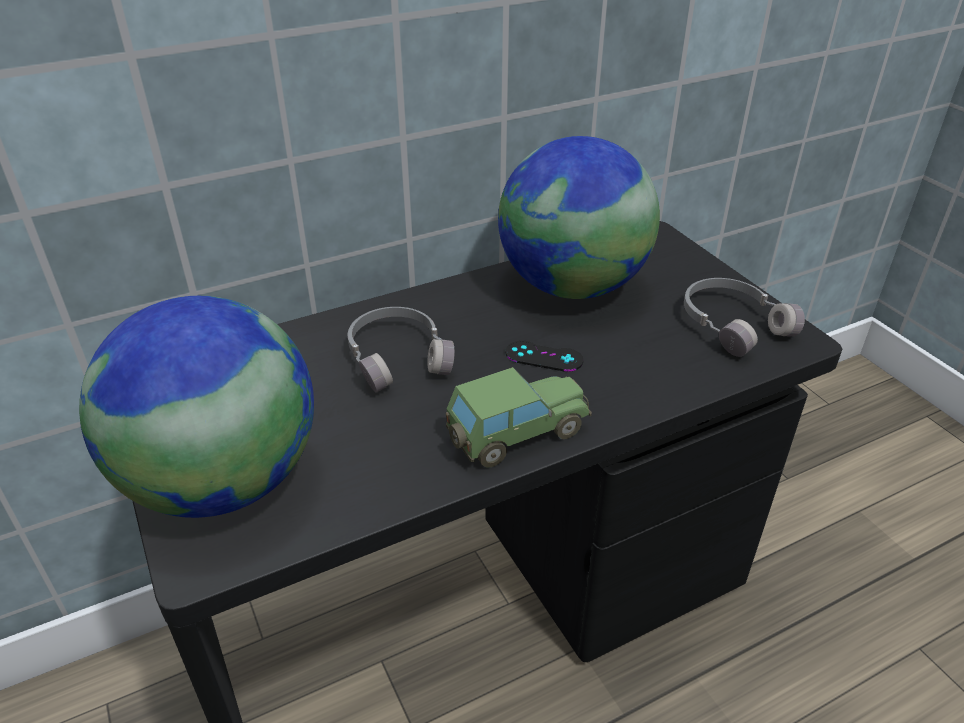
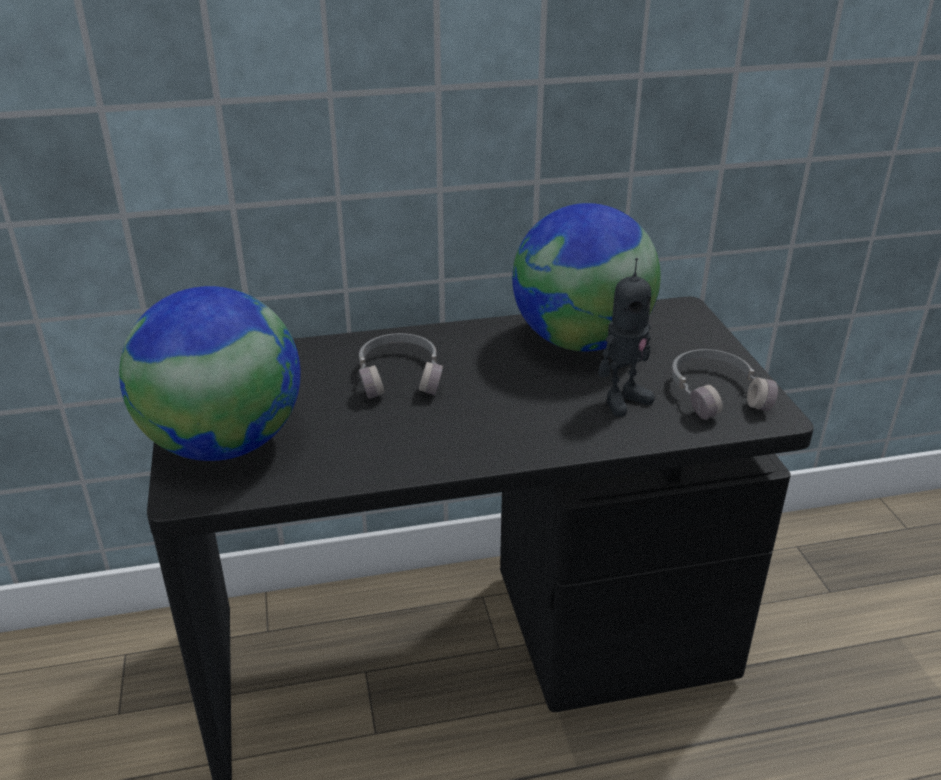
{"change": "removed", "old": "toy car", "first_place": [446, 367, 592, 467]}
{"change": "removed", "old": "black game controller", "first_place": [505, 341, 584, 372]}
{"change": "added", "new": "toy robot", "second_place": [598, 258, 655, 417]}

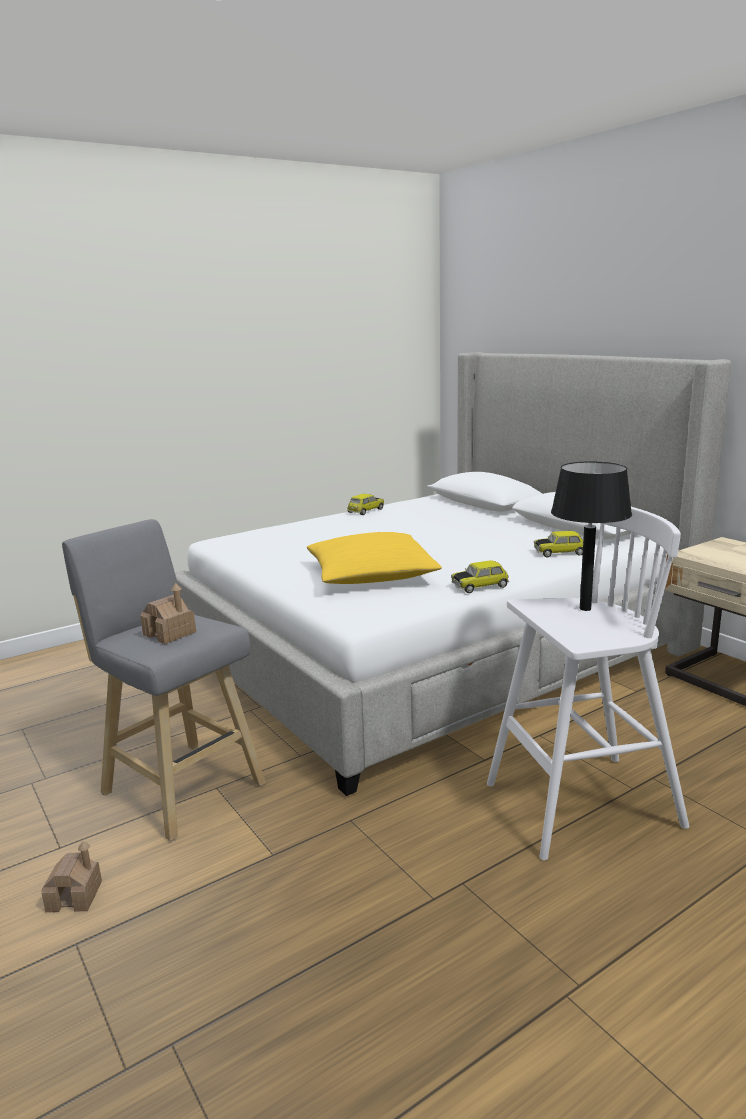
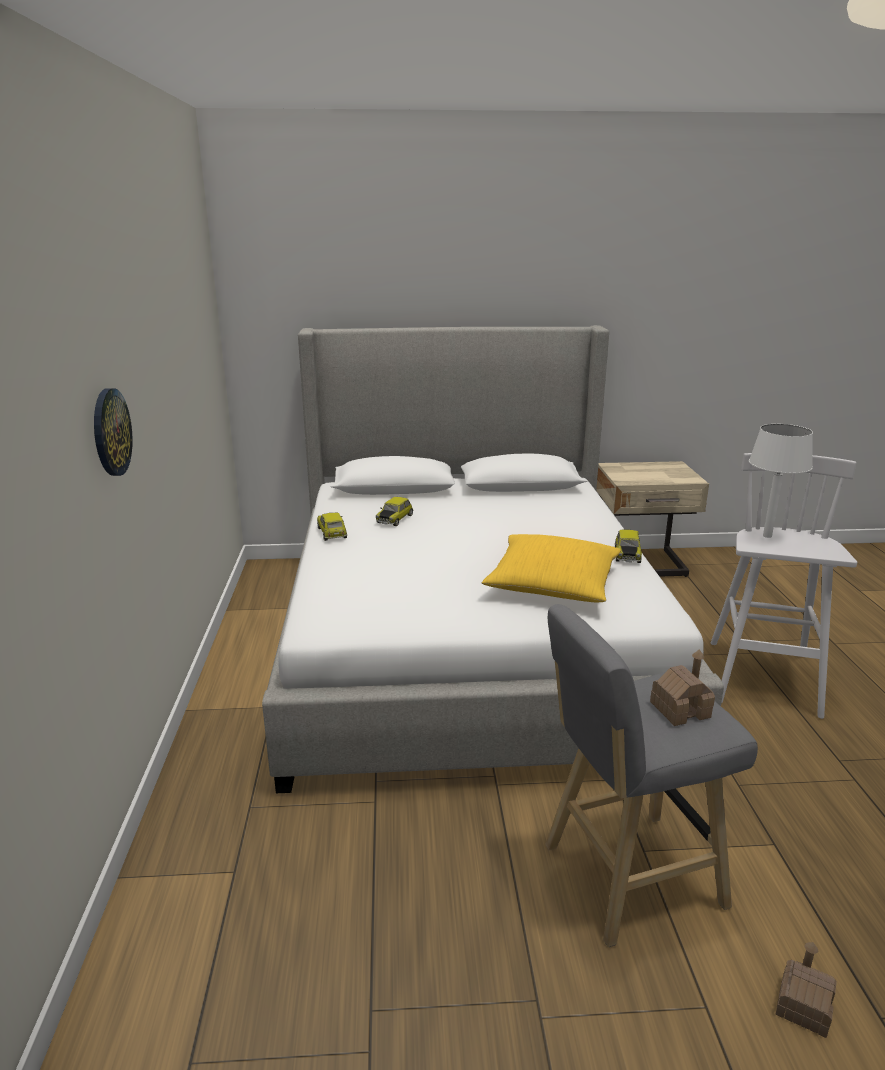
{"change": "moved", "old": "toy car", "first_place": [534, 531, 583, 557], "second_place": [376, 497, 414, 526]}
{"change": "recoloured", "old": "black table lamp", "new": "white table lamp", "first_place": [551, 462, 632, 611], "second_place": [749, 424, 813, 538]}
{"change": "added", "new": "wall clock", "second_place": [94, 388, 133, 476]}

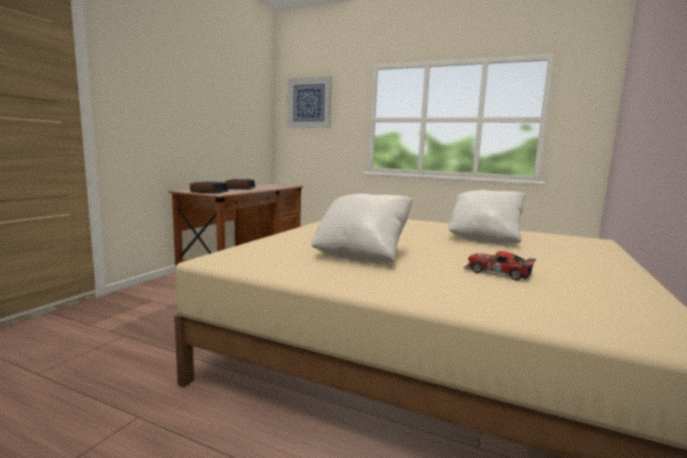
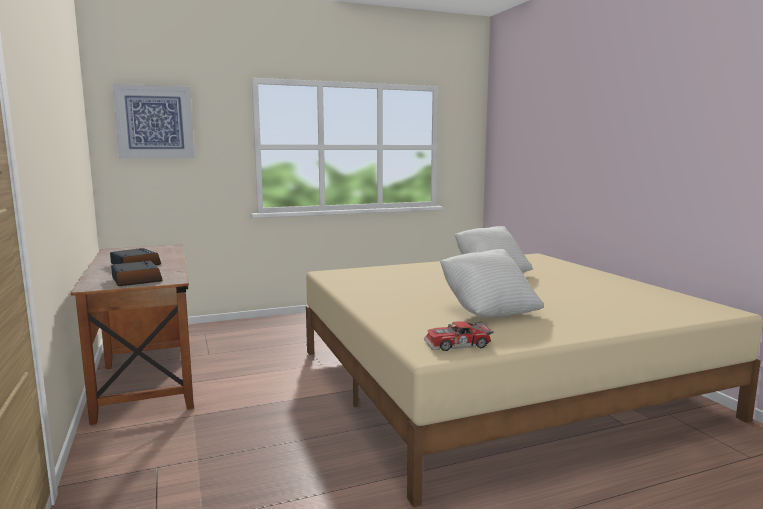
{"change": "moved", "old": "toy car", "first_place": [463, 251, 536, 280], "second_place": [423, 321, 494, 351]}

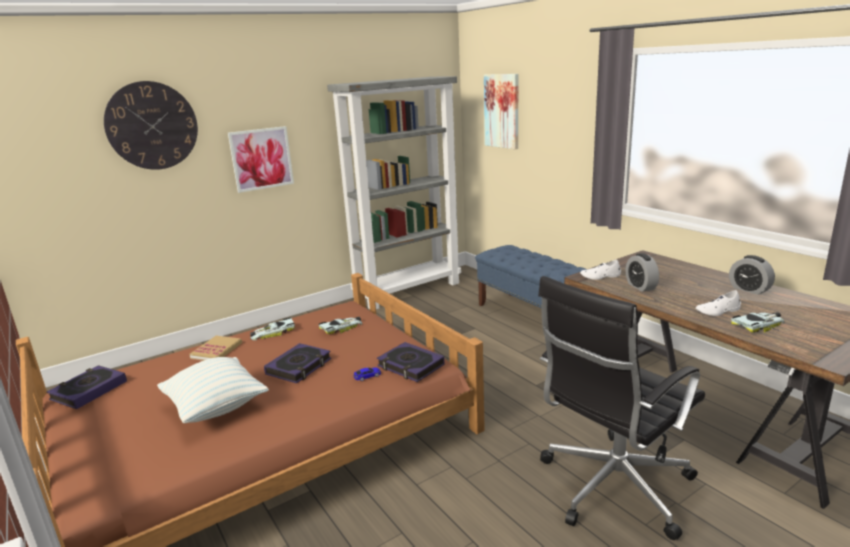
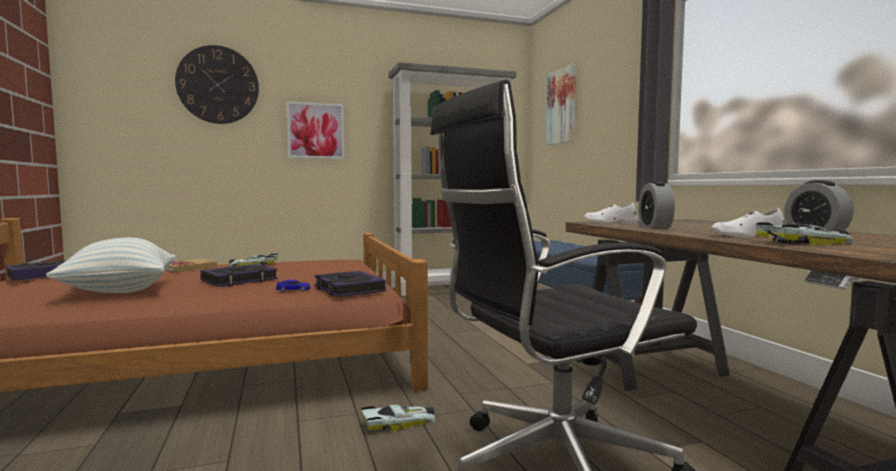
{"change": "moved", "old": "toy car", "first_place": [319, 317, 362, 334], "second_place": [361, 405, 435, 432]}

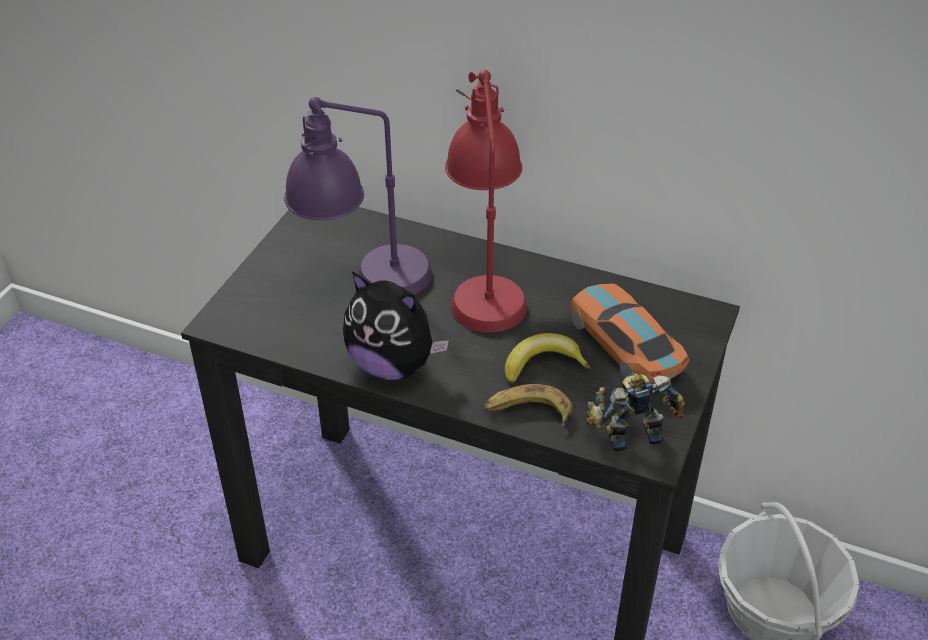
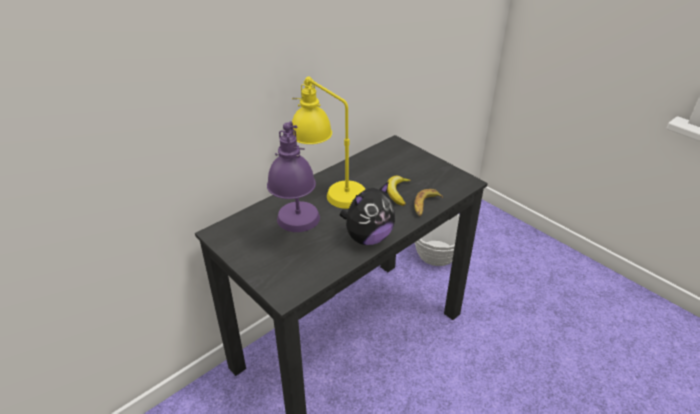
{"change": "recoloured", "old": "red table lamp", "new": "yellow table lamp", "first_place": [445, 70, 527, 333], "second_place": [292, 77, 365, 209]}
{"change": "removed", "old": "toy car", "first_place": [571, 284, 689, 385]}
{"change": "removed", "old": "toy robot", "first_place": [586, 373, 685, 451]}

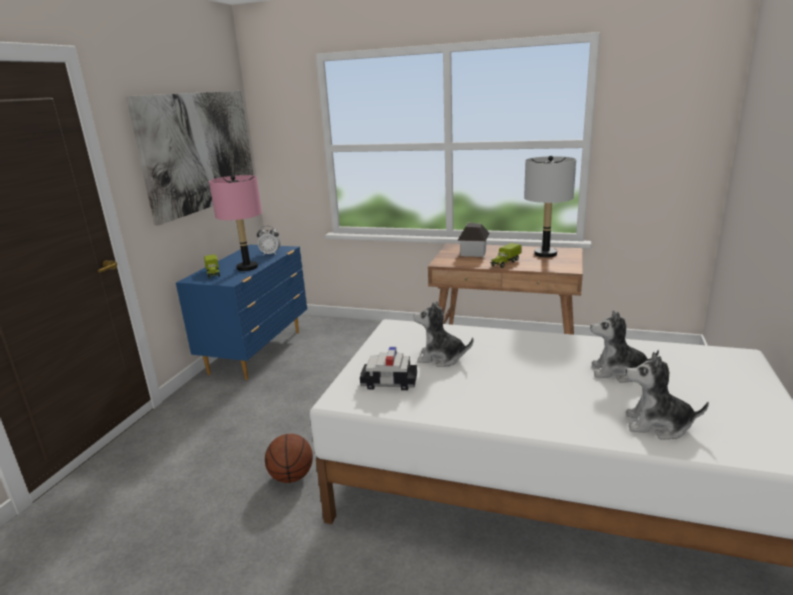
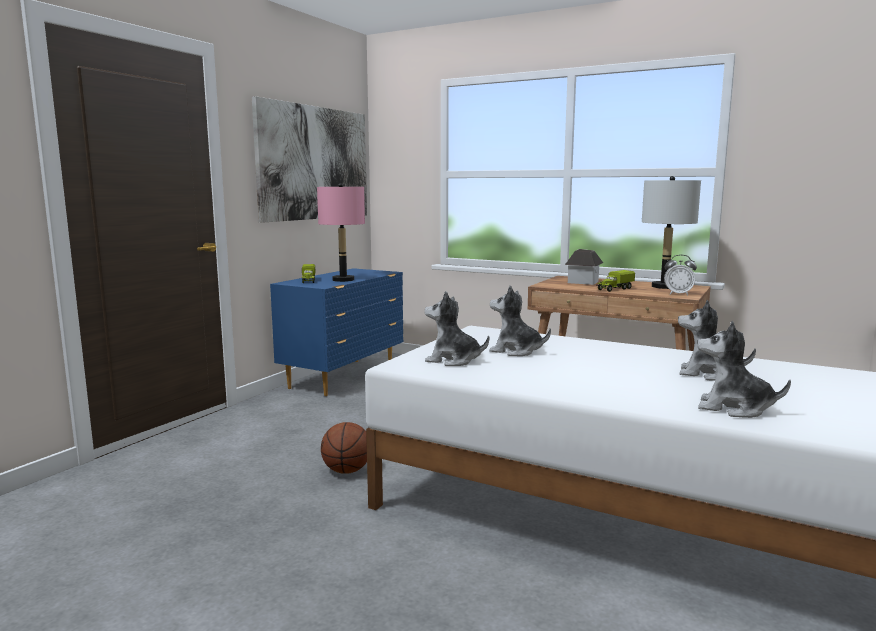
{"change": "moved", "old": "alarm clock", "first_place": [257, 226, 281, 255], "second_place": [664, 255, 697, 296]}
{"change": "replaced", "old": "toy car", "new": "plush toy", "first_place": [360, 347, 417, 390], "second_place": [424, 291, 489, 366]}

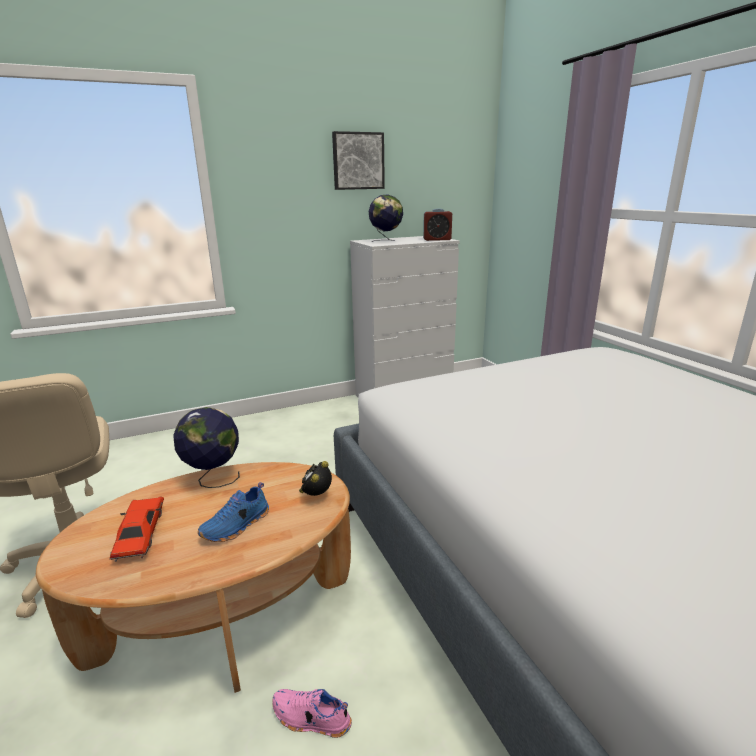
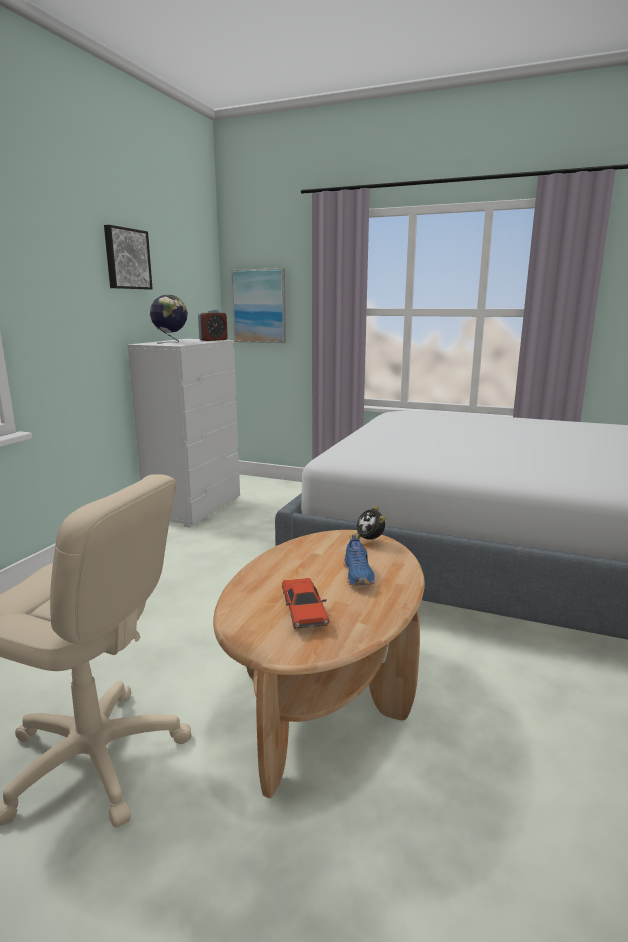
{"change": "turned", "old": "red toy car", "first_place": [110, 496, 164, 562], "second_place": [282, 578, 330, 629], "degrees": -135}
{"change": "removed", "old": "globe", "first_place": [173, 407, 240, 488]}
{"change": "removed", "old": "pink shoe", "first_place": [272, 689, 352, 738]}
{"change": "added", "new": "picture", "second_place": [231, 268, 286, 343]}

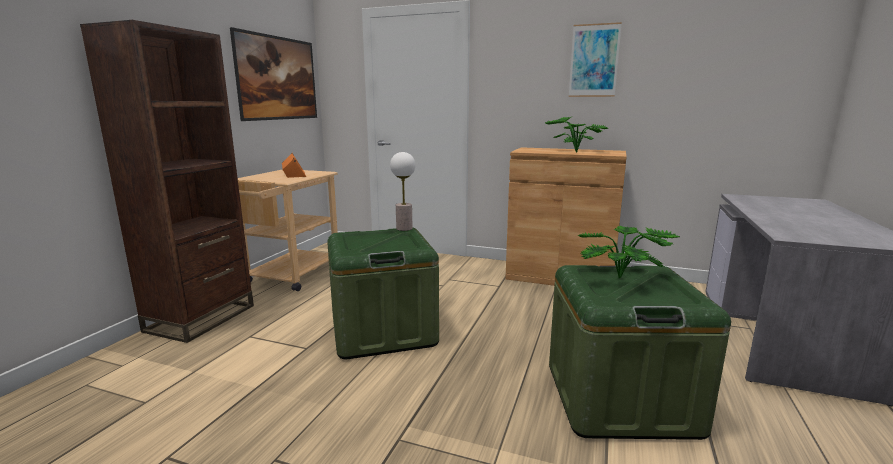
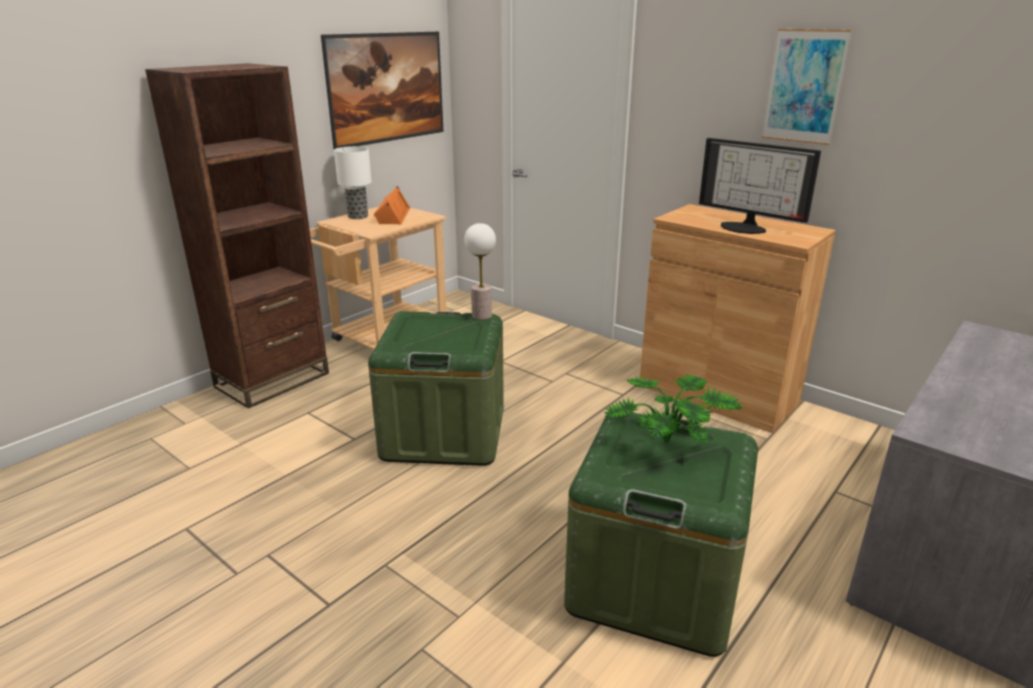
{"change": "replaced", "old": "potted plant", "new": "monitor", "first_place": [545, 117, 608, 152], "second_place": [699, 138, 821, 234]}
{"change": "added", "new": "table lamp", "second_place": [334, 146, 372, 219]}

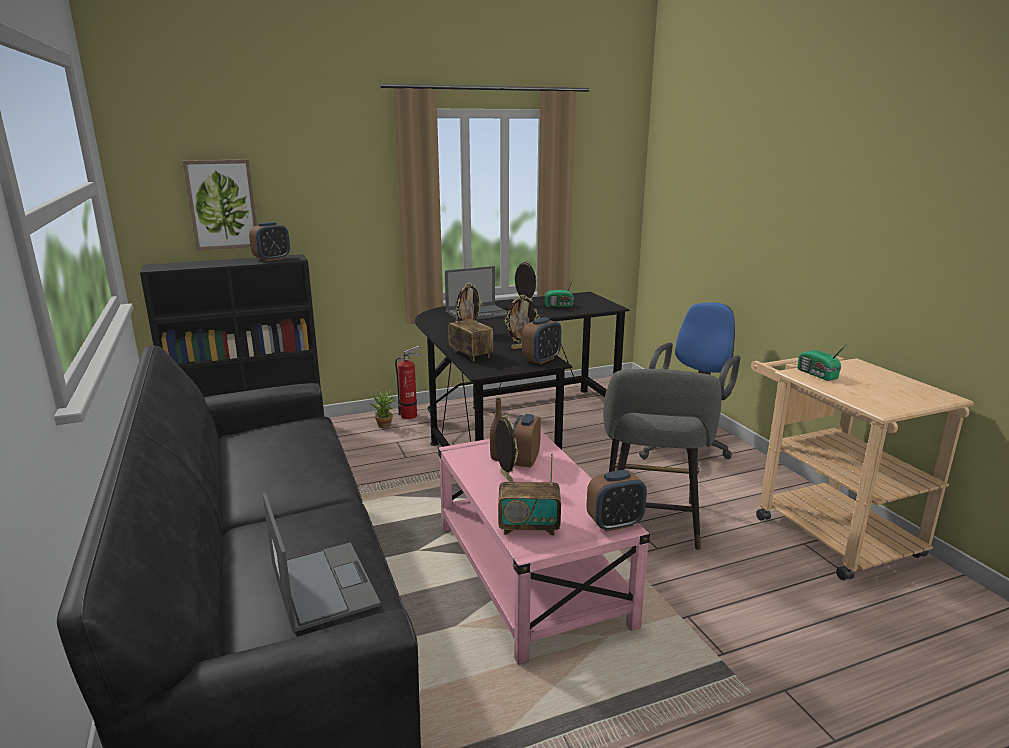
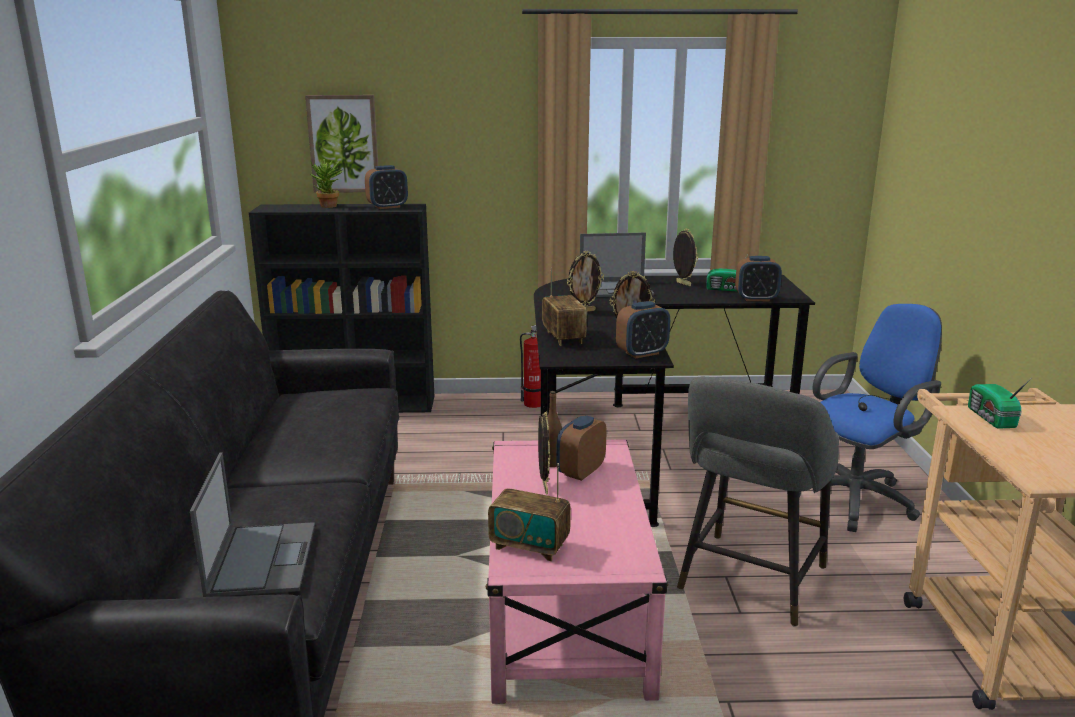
{"change": "moved", "old": "potted plant", "first_place": [370, 389, 399, 428], "second_place": [310, 159, 343, 208]}
{"change": "moved", "old": "alarm clock", "first_place": [587, 470, 647, 532], "second_place": [735, 256, 782, 301]}

